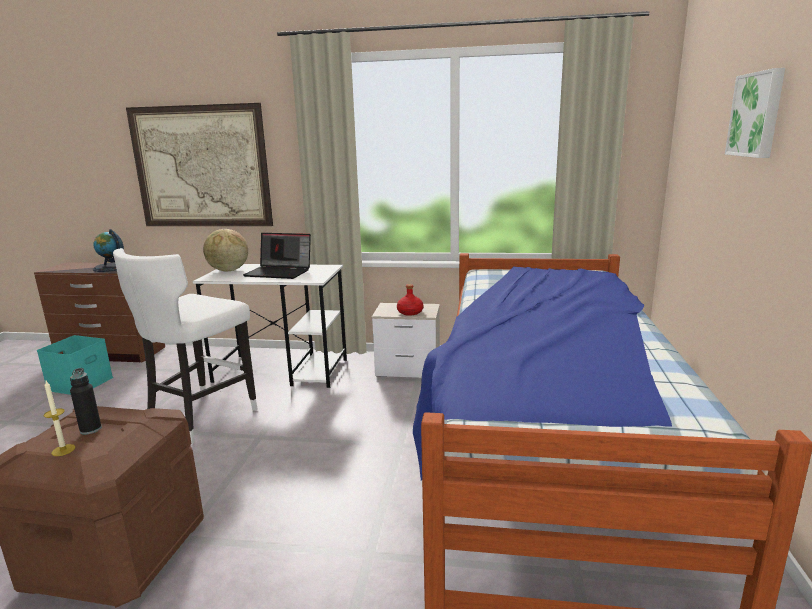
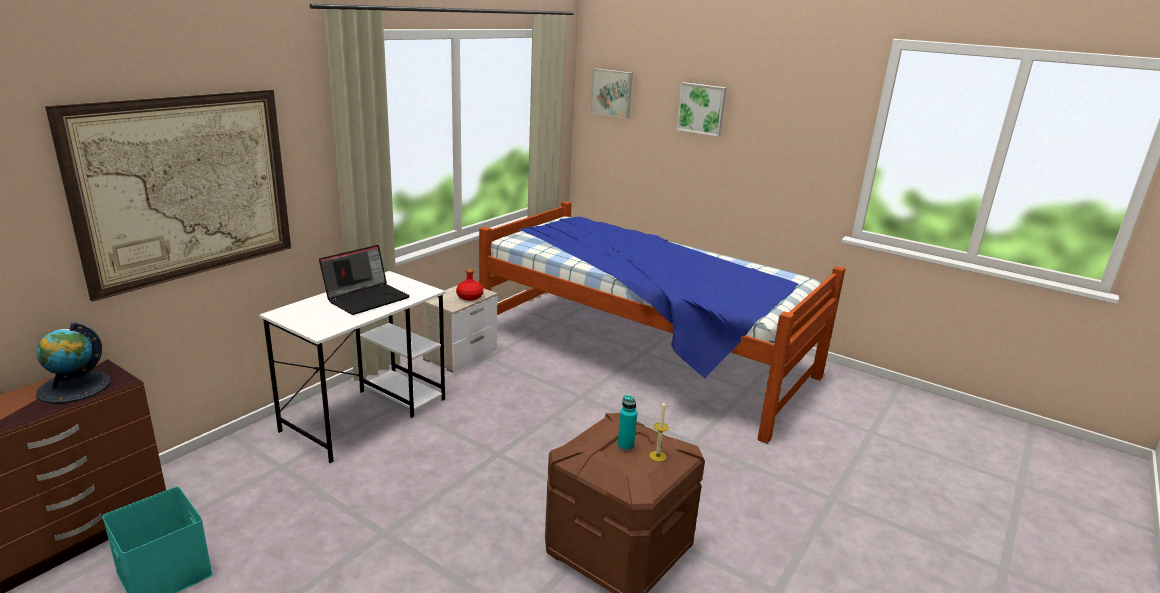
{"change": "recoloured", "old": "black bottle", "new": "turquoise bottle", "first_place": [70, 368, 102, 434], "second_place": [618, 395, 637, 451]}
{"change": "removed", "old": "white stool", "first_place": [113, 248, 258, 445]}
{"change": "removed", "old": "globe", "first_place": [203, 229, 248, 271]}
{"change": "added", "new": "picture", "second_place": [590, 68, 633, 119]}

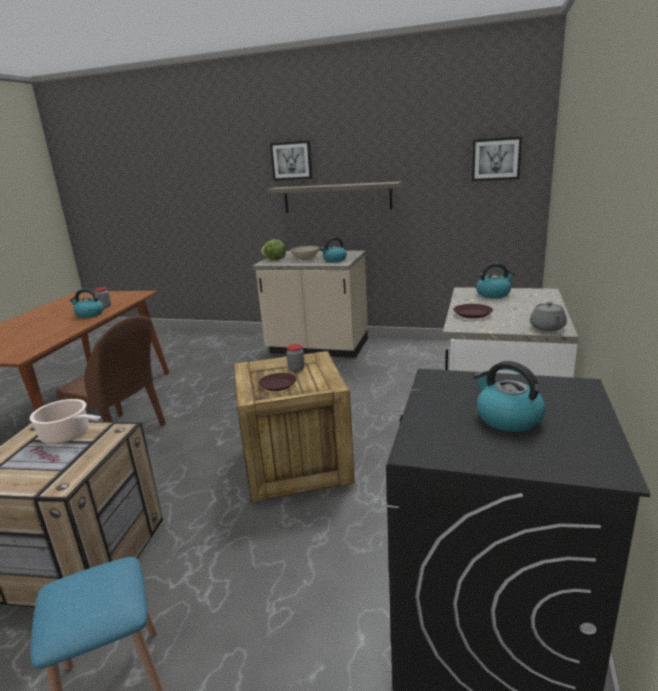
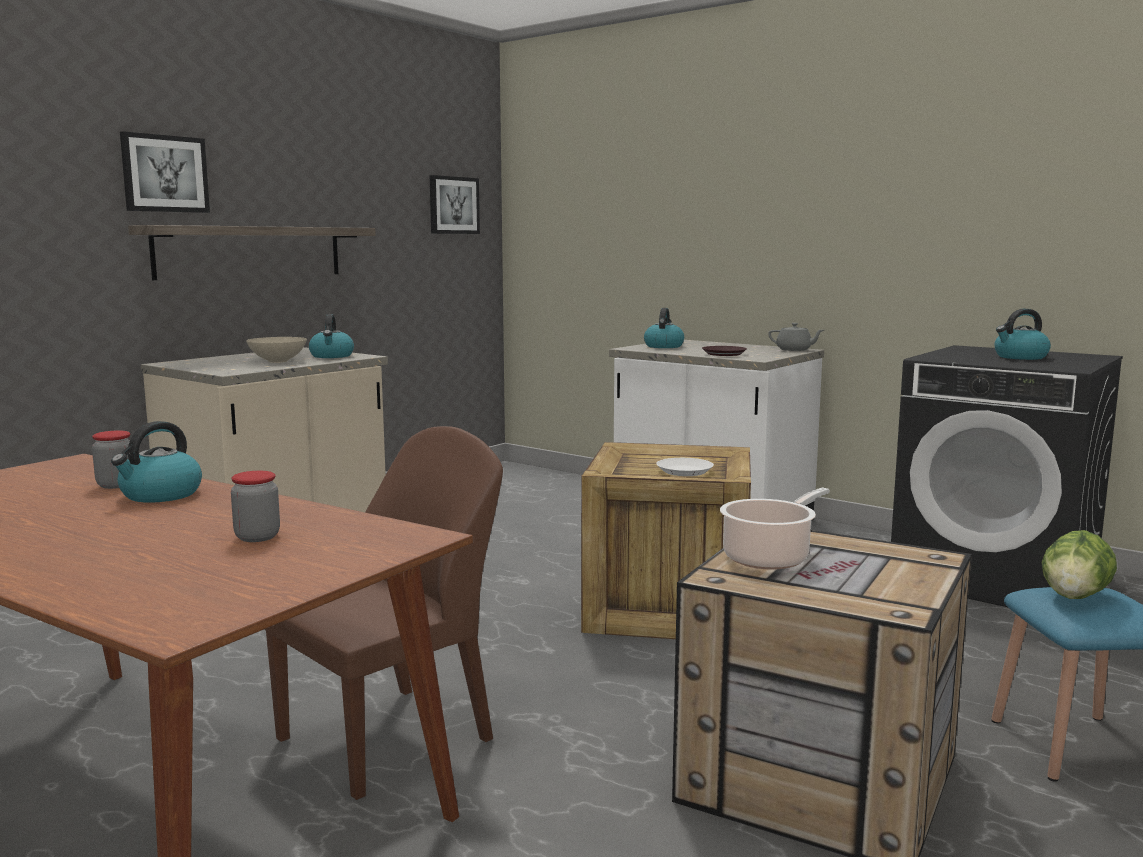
{"change": "recoloured", "old": "brown plate", "new": "white plate", "first_place": [259, 373, 296, 391], "second_place": [656, 458, 714, 476]}
{"change": "moved", "old": "lettuce", "first_place": [261, 239, 286, 259], "second_place": [1041, 530, 1117, 599]}
{"change": "moved", "old": "jar", "first_place": [286, 344, 305, 372], "second_place": [231, 471, 280, 542]}

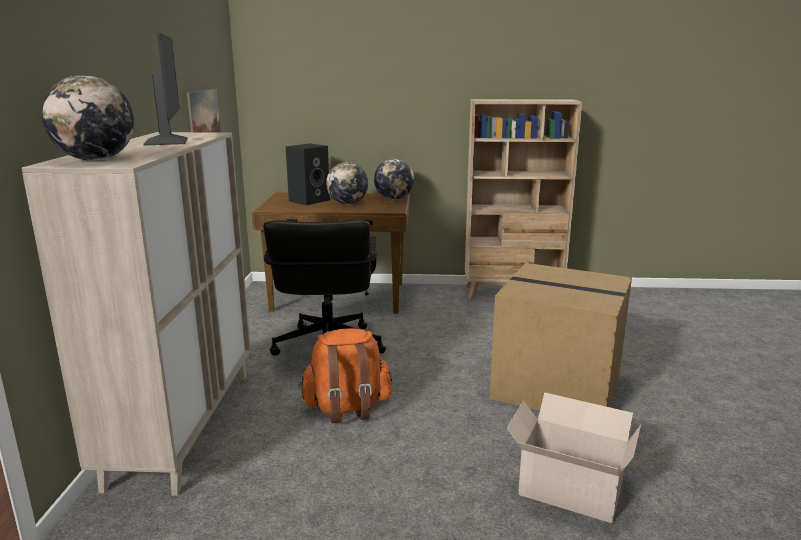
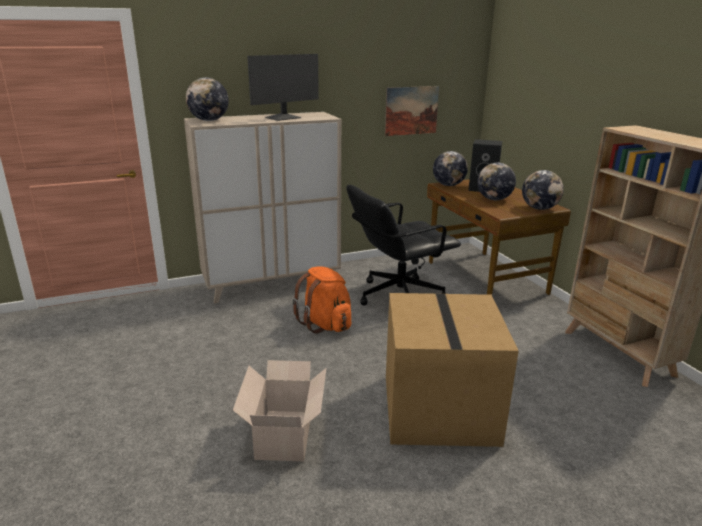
{"change": "added", "new": "globe", "second_place": [433, 151, 468, 186]}

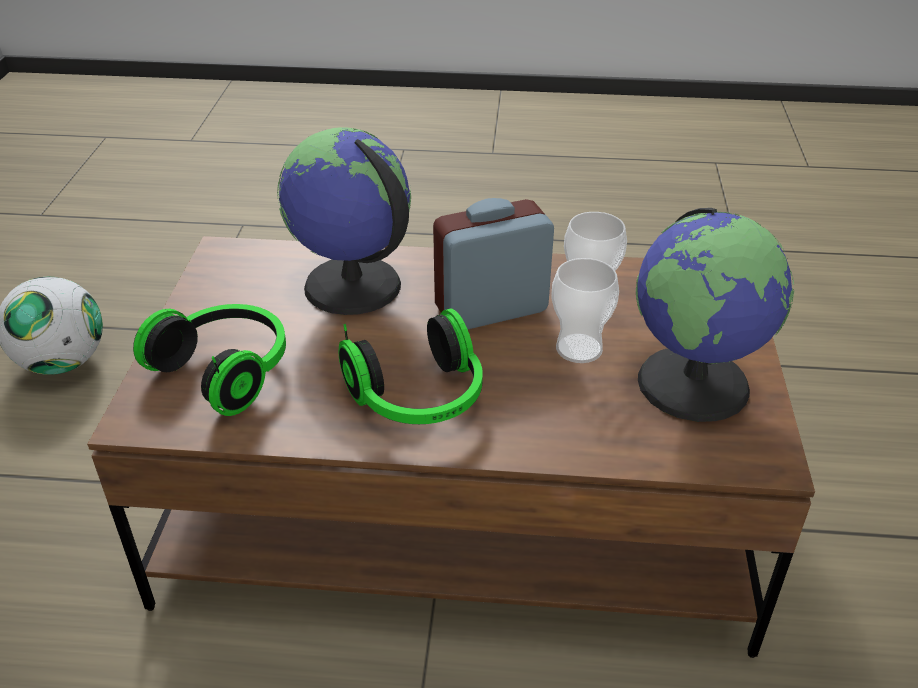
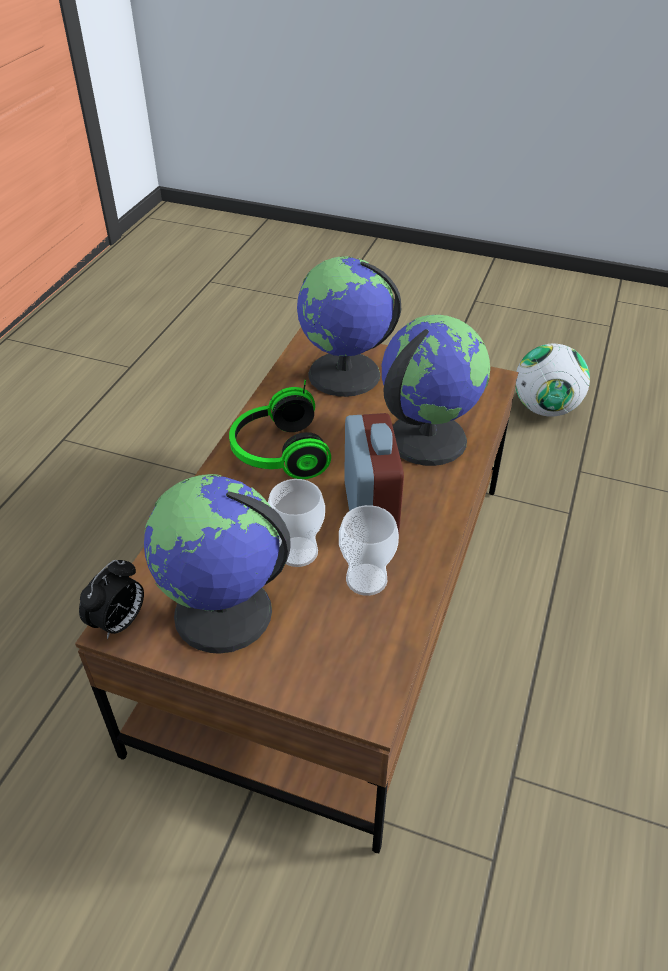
{"change": "replaced", "old": "headphones", "new": "globe", "first_place": [133, 304, 286, 416], "second_place": [297, 256, 401, 397]}
{"change": "added", "new": "alarm clock", "second_place": [79, 560, 144, 639]}

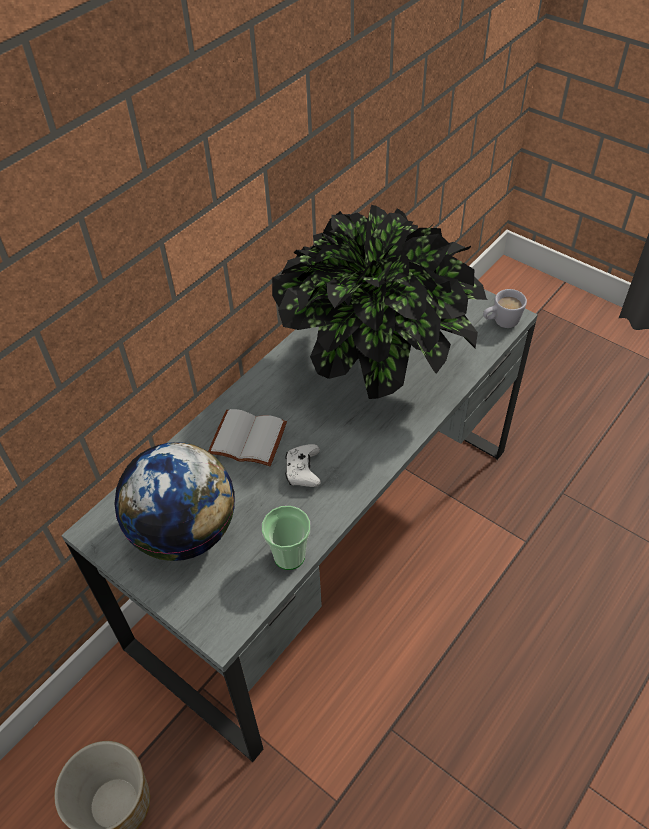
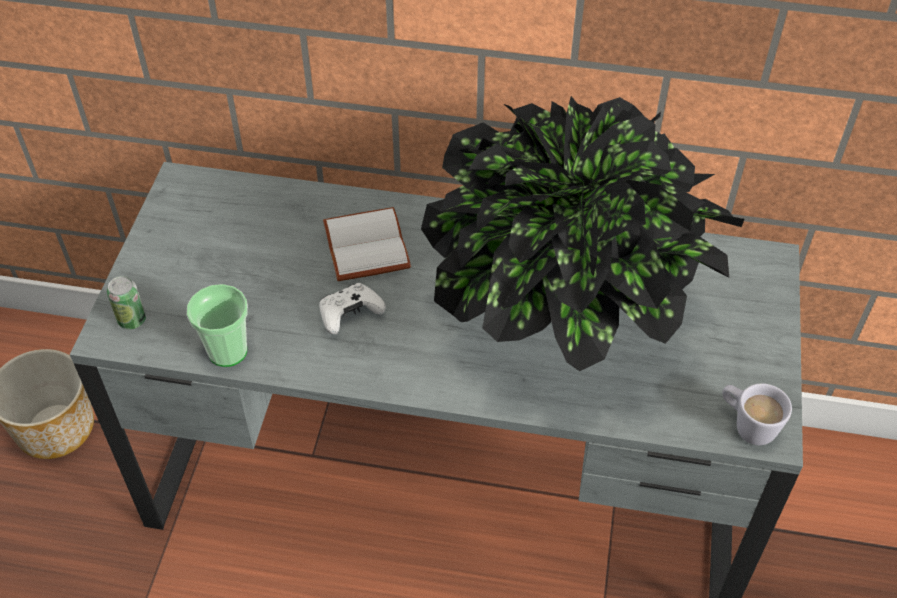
{"change": "removed", "old": "globe", "first_place": [114, 442, 235, 561]}
{"change": "added", "new": "can", "second_place": [107, 276, 146, 329]}

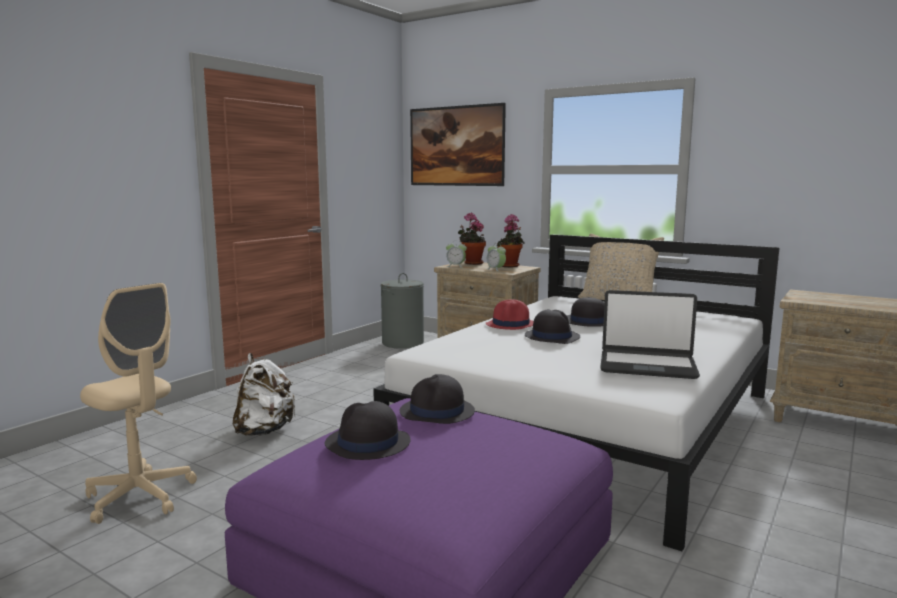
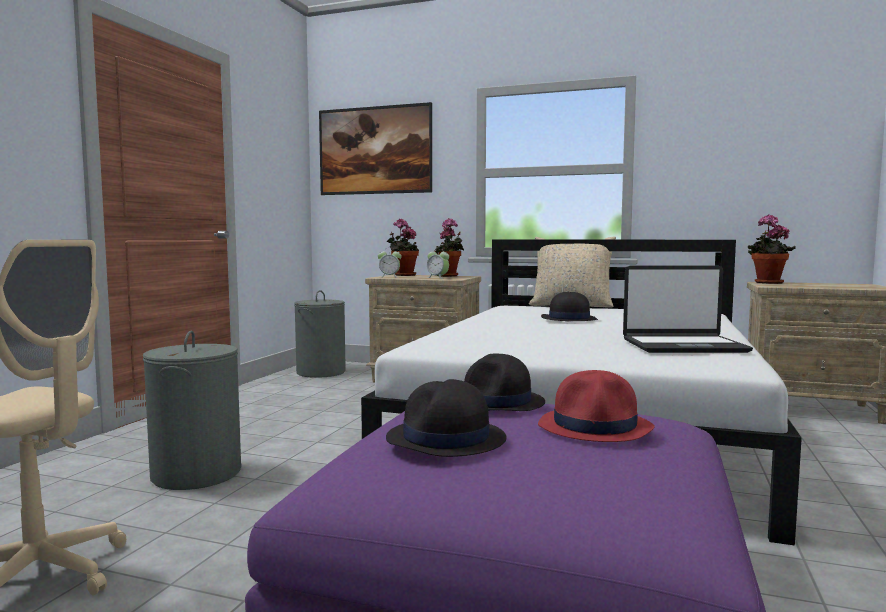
{"change": "replaced", "old": "white backpack", "new": "grey laundry basket", "first_place": [233, 353, 296, 436], "second_place": [143, 330, 241, 490]}
{"change": "moved", "old": "red hat", "first_place": [486, 299, 534, 330], "second_place": [538, 370, 655, 442]}
{"change": "removed", "old": "black hat", "first_place": [525, 309, 580, 344]}
{"change": "added", "new": "potted plant", "second_place": [748, 215, 796, 284]}

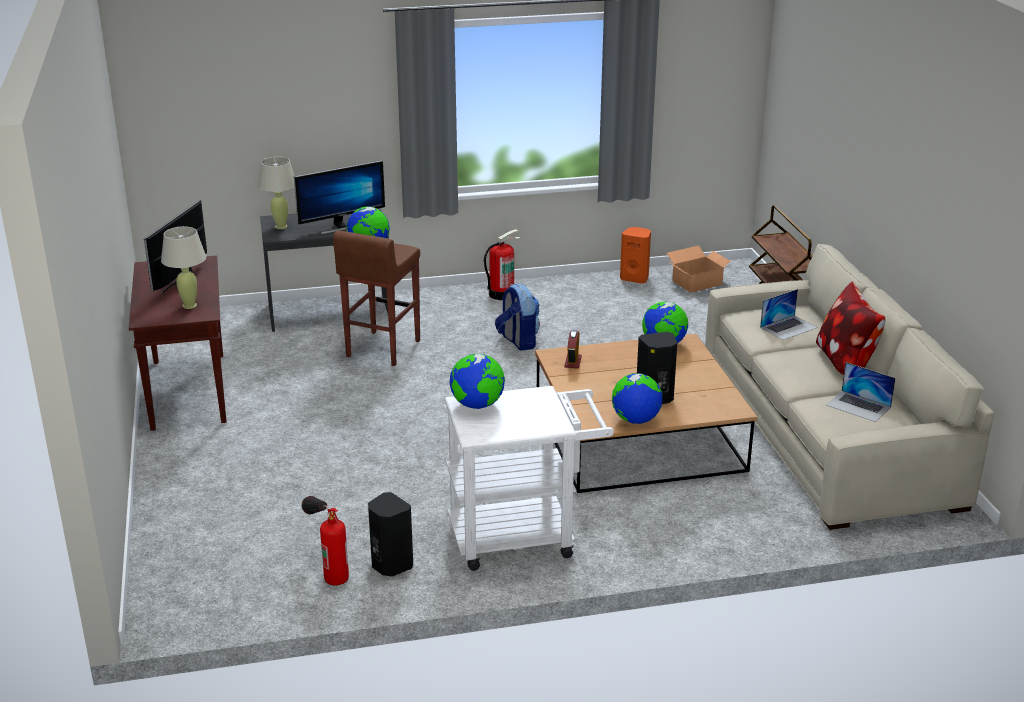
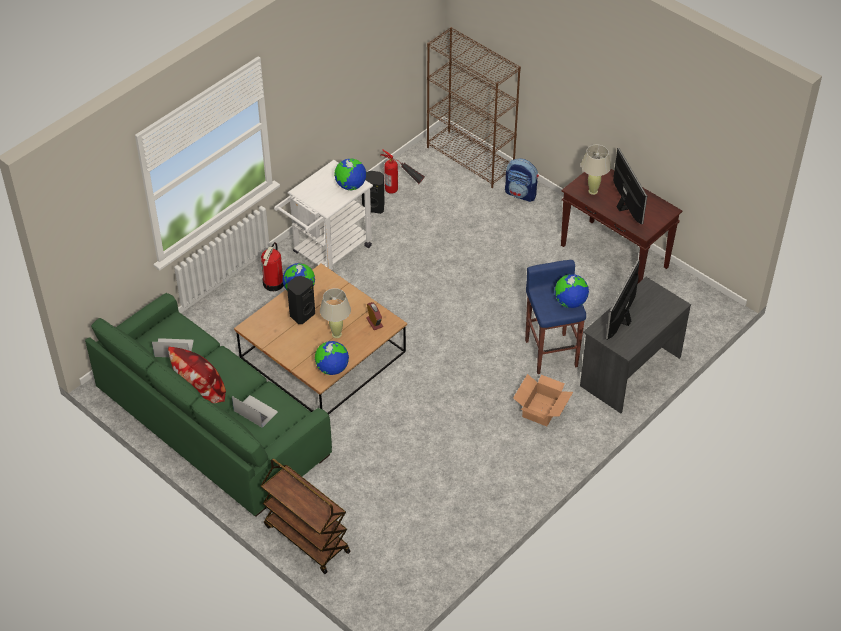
{"change": "moved", "old": "beige table lamp", "first_place": [258, 157, 295, 229], "second_place": [320, 288, 351, 338]}
{"change": "recoloured", "old": "brown stool", "new": "blue stool", "first_place": [333, 231, 420, 366], "second_place": [525, 260, 586, 374]}
{"change": "moved", "old": "fire extinguisher", "first_place": [484, 229, 520, 300], "second_place": [261, 242, 284, 291]}
{"change": "moved", "old": "backpack", "first_place": [495, 284, 540, 351], "second_place": [505, 159, 539, 202]}
{"change": "removed", "old": "orange speaker", "first_place": [620, 227, 651, 284]}
{"change": "moved", "old": "cardboard box", "first_place": [667, 245, 731, 293], "second_place": [513, 374, 573, 426]}
{"change": "recoloured", "old": "beige sofa", "new": "green sofa", "first_place": [705, 244, 994, 530], "second_place": [85, 293, 332, 517]}
{"change": "turned", "old": "laptop", "first_place": [760, 289, 818, 340], "second_place": [232, 395, 278, 428], "degrees": 105}
{"change": "added", "new": "brown bookcase", "second_place": [427, 27, 521, 188]}

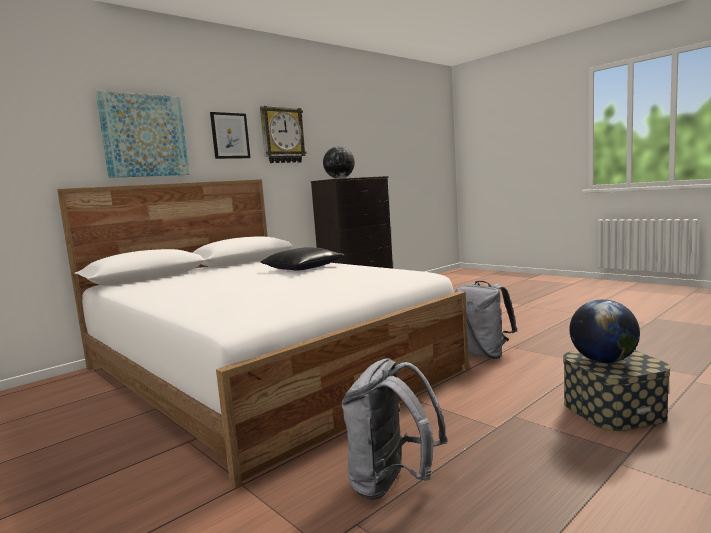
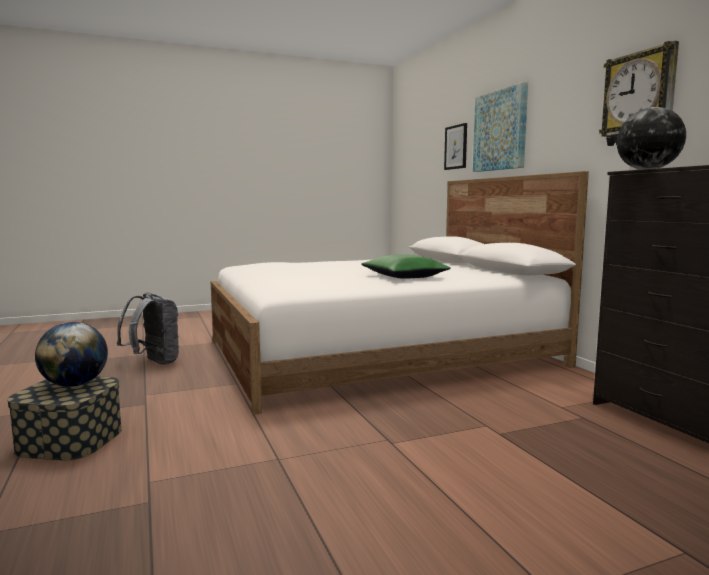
{"change": "moved", "old": "picture", "first_place": [210, 112, 251, 159], "second_place": [444, 123, 467, 170]}
{"change": "recoloured", "old": "black pillow", "new": "green pillow", "first_place": [261, 247, 345, 271], "second_place": [361, 255, 451, 279]}
{"change": "removed", "old": "grey backpack", "first_place": [455, 281, 517, 359]}

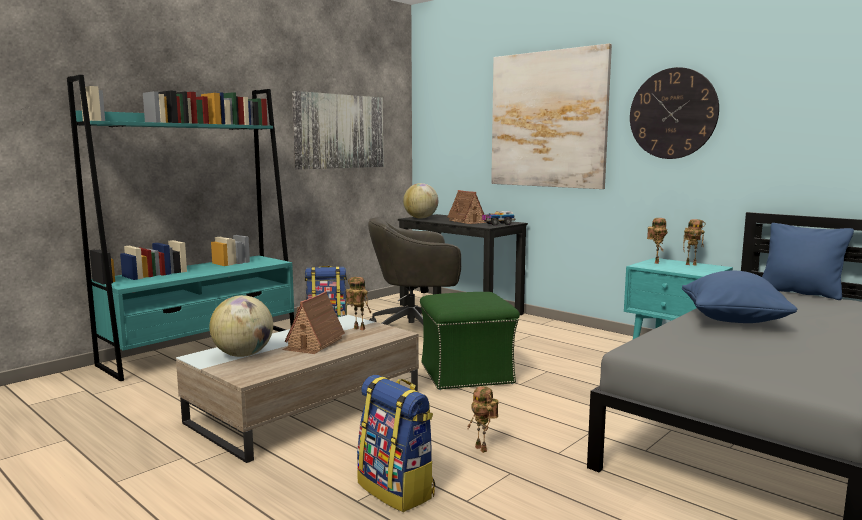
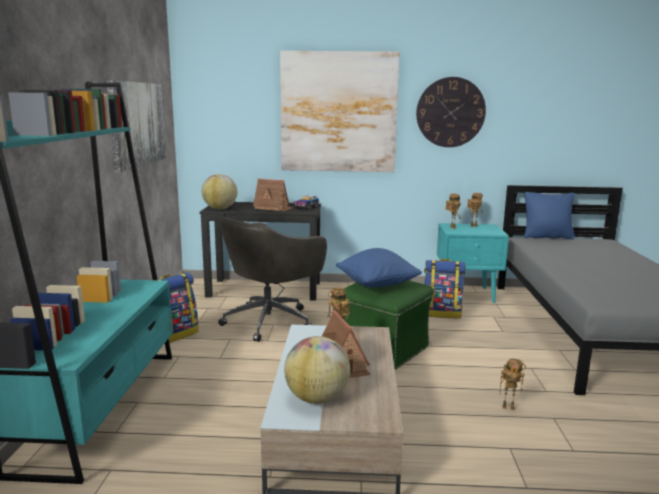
{"change": "moved", "old": "backpack", "first_place": [357, 375, 435, 512], "second_place": [424, 259, 466, 318]}
{"change": "moved", "old": "blue pillow", "first_place": [682, 271, 798, 323], "second_place": [336, 248, 422, 288]}

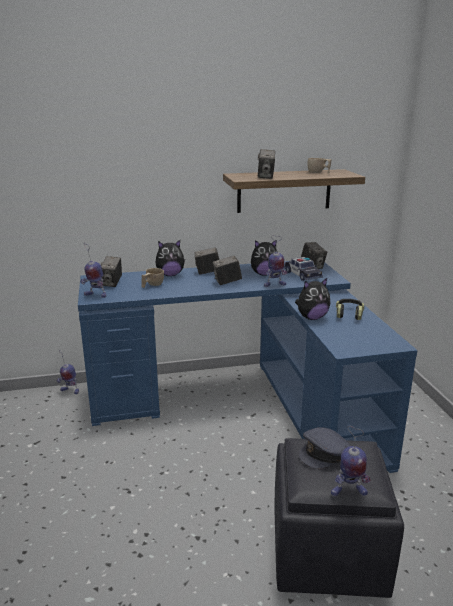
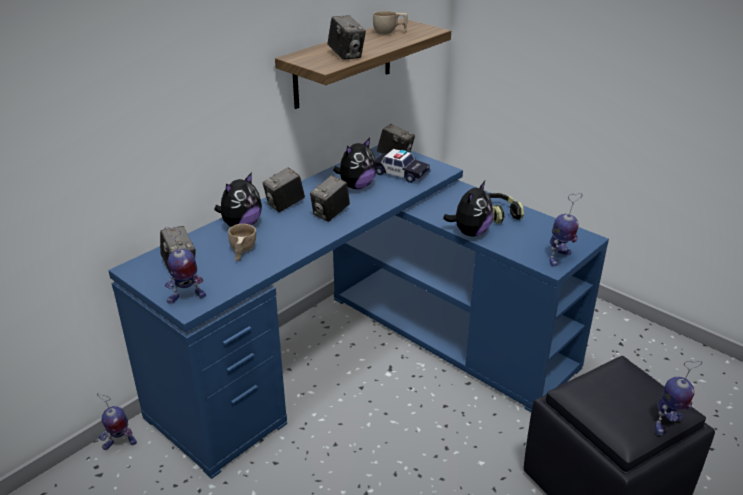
{"change": "moved", "old": "toy robot", "first_place": [264, 235, 287, 287], "second_place": [550, 193, 582, 267]}
{"change": "removed", "old": "grey cap", "first_place": [299, 427, 351, 469]}

